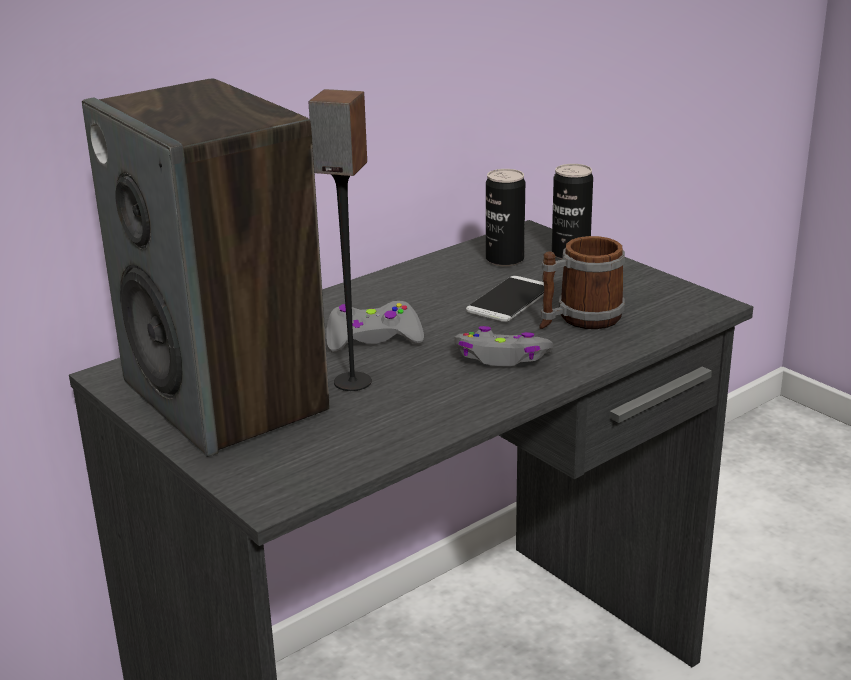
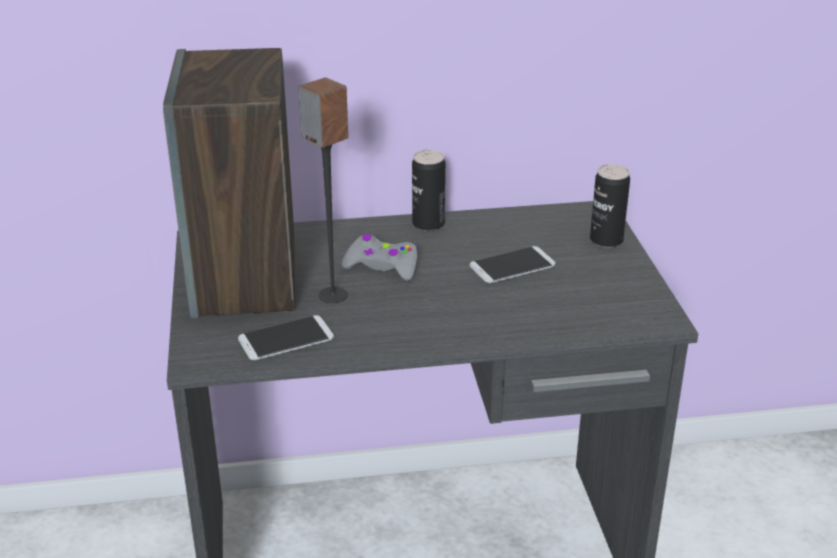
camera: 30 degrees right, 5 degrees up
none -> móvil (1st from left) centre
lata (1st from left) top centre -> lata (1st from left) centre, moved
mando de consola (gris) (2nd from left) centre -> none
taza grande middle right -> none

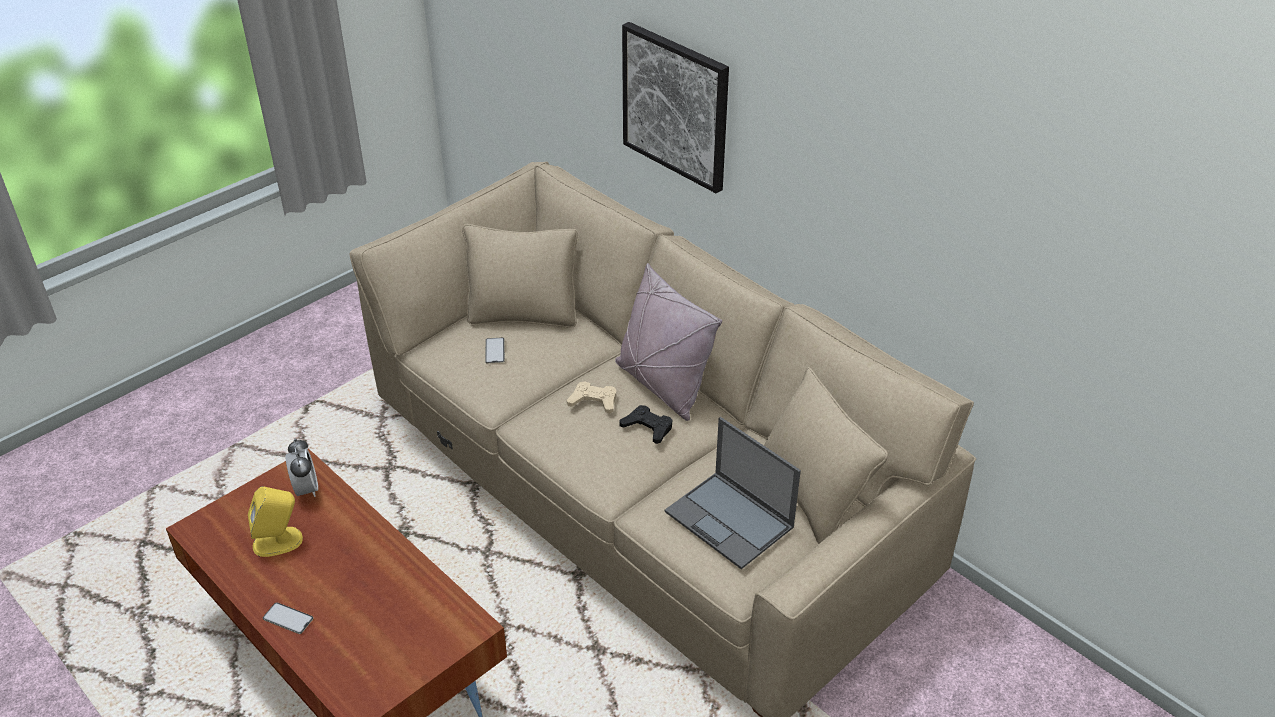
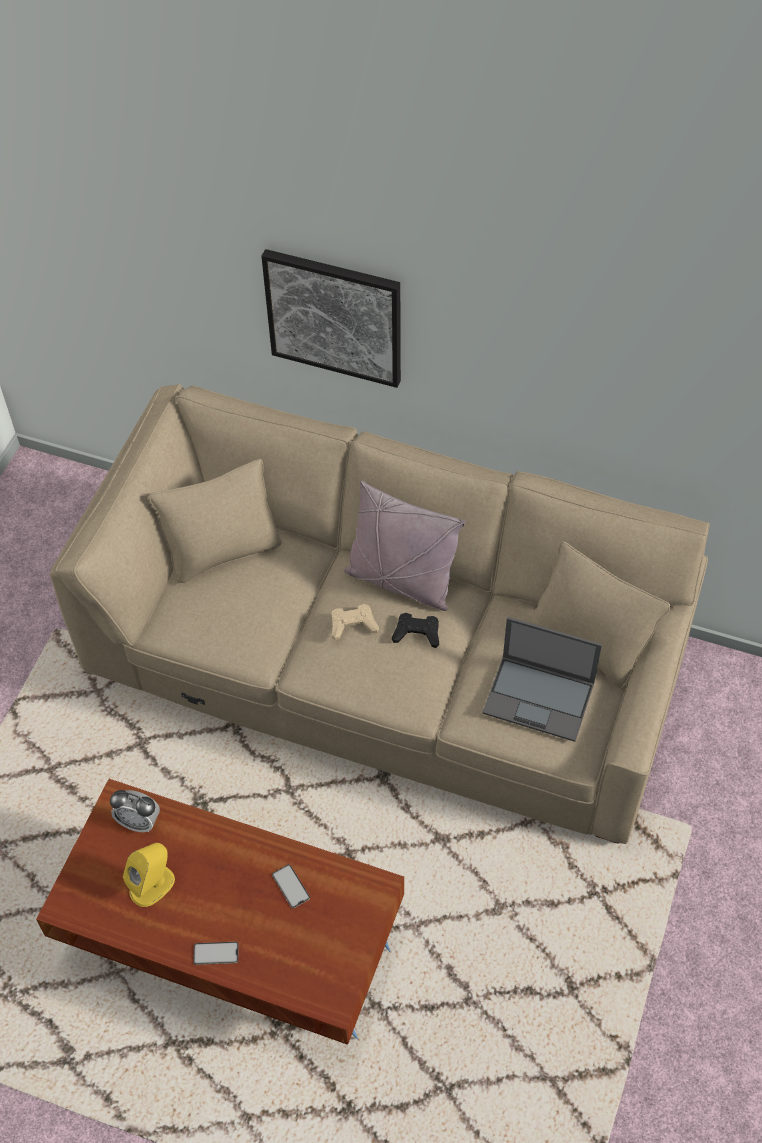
camera: 25 degrees left, 15 degrees up
despertador middle left -> despertador bottom left, 150 degrees clockwise
móvil (2nd from left) centre -> móvil (2nd from left) bottom centre, moved

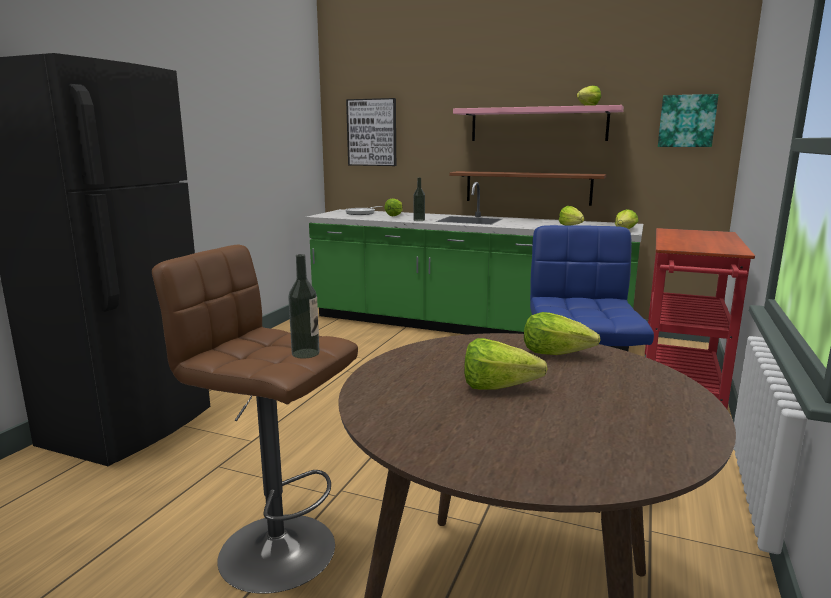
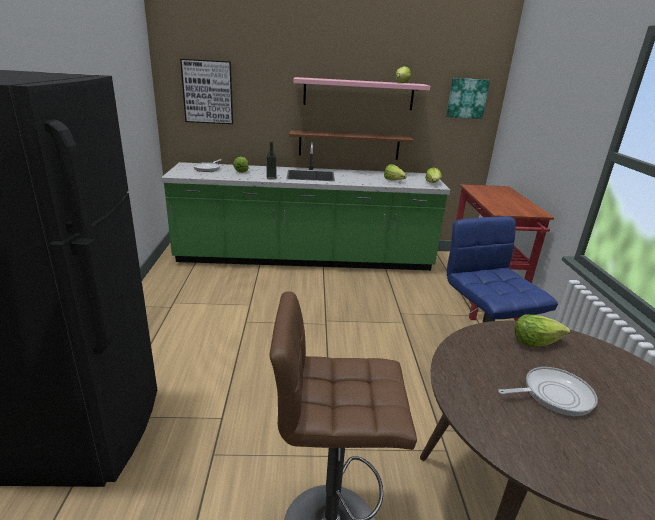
camera: 25 degrees left, 10 degrees up
lechuga (2nd from left) centre -> sartén (2nd from left) bottom right
botella (1st from left) centre -> none

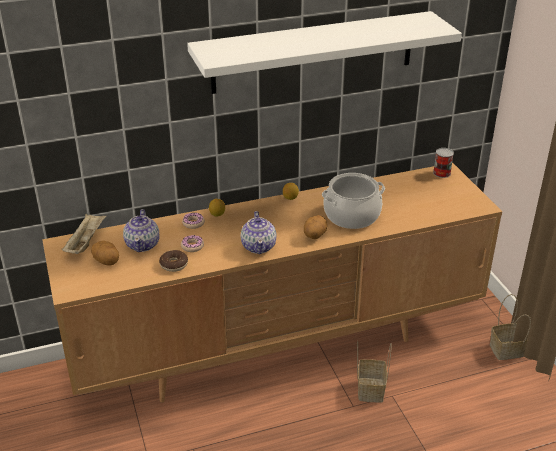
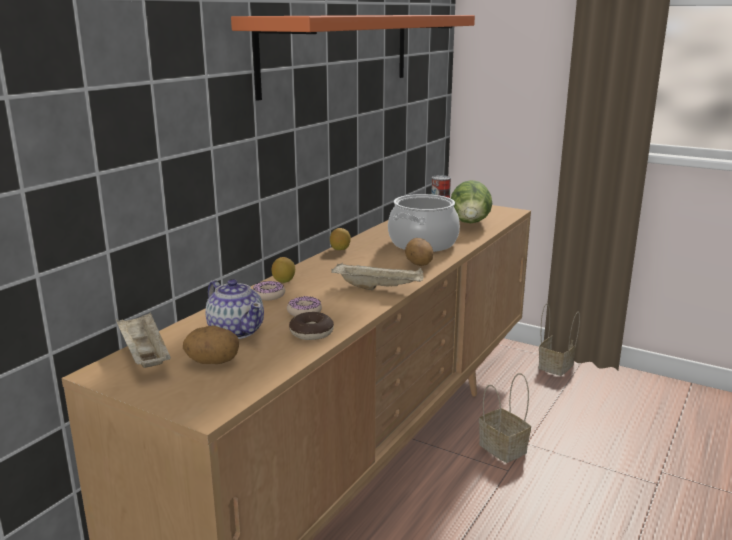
camera: 40 degrees left, 15 degrees down
estante (blanco) top centre -> estante (naranja) top centre
tetera (2nd from left) centre -> bandeja (beis) (2nd from left) centre
none -> lechuga centre

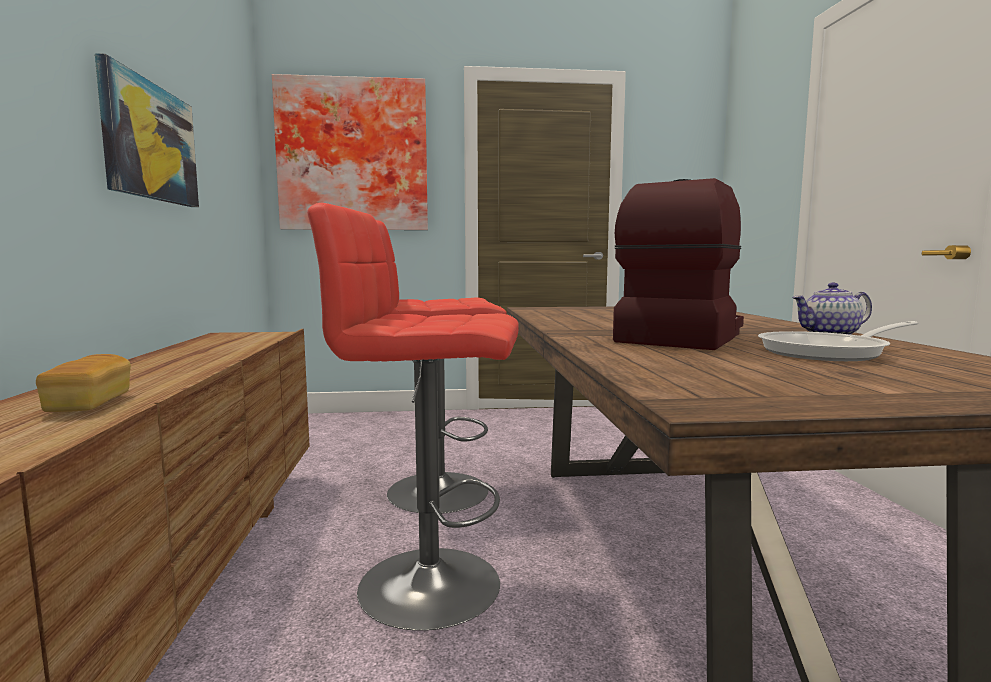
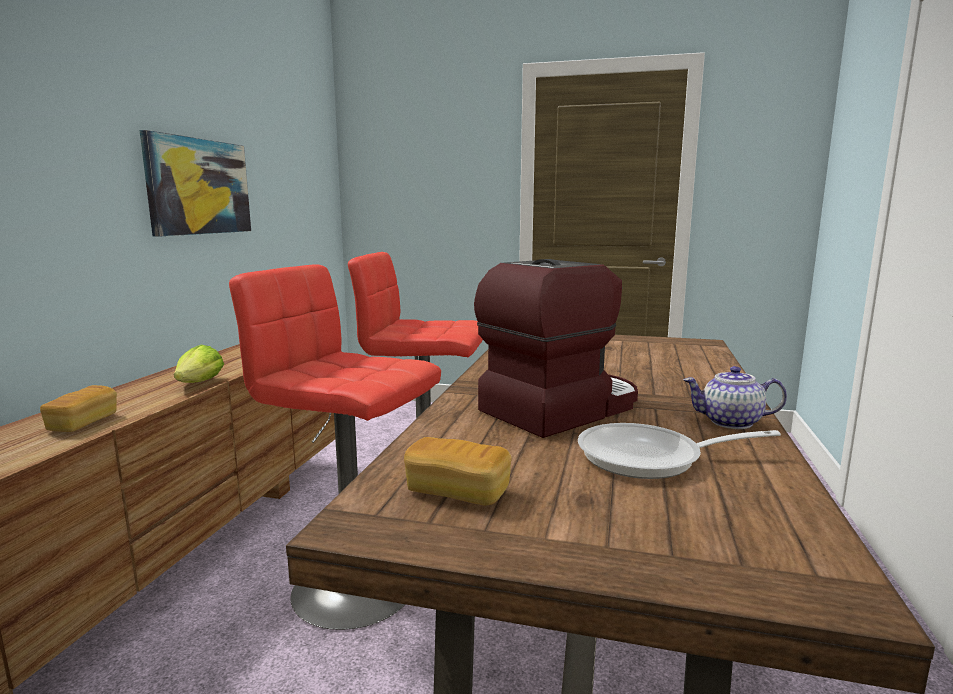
camera: 20 degrees right, 5 degrees up
none -> lechuga middle left
none -> pan (2nd from left) bottom centre
cuadro (2nd from left) top centre -> none

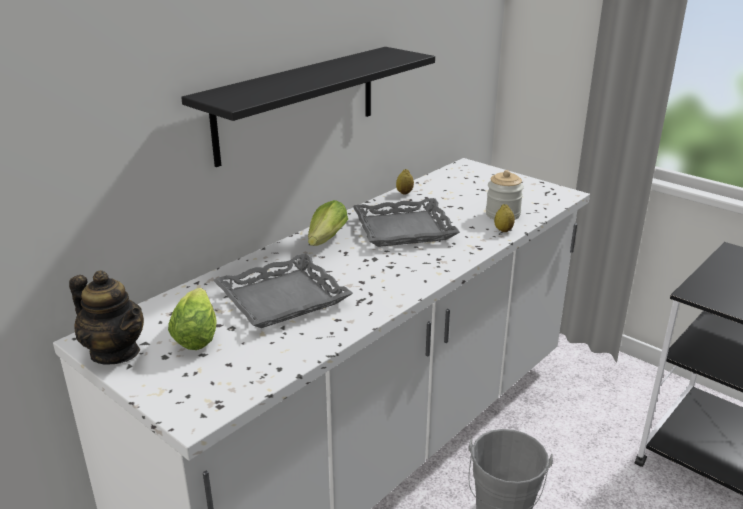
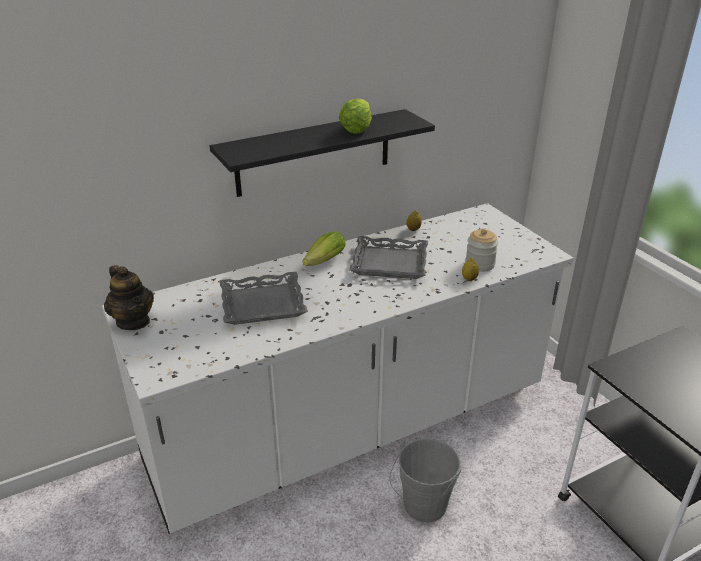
camera: 20 degrees right, 5 degrees up
lechuga (1st from left in the first image) middle left -> lechuga (2nd from left) top centre, moved

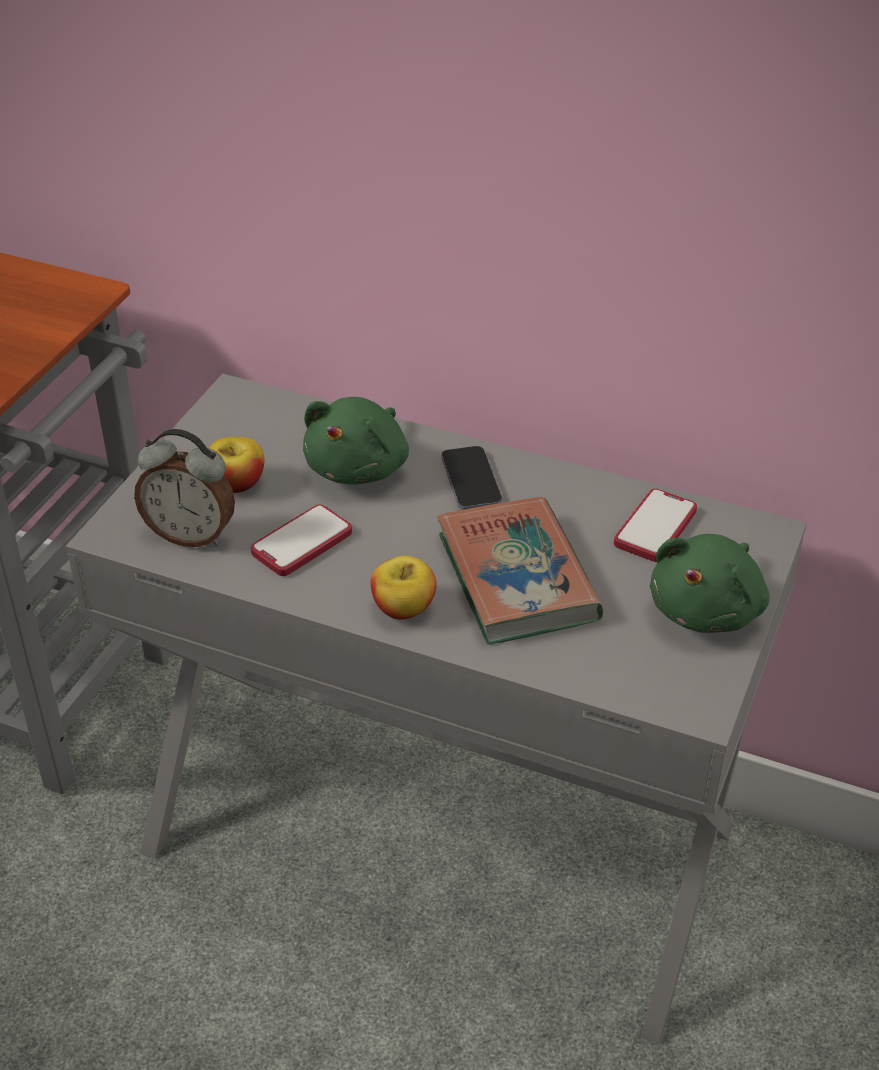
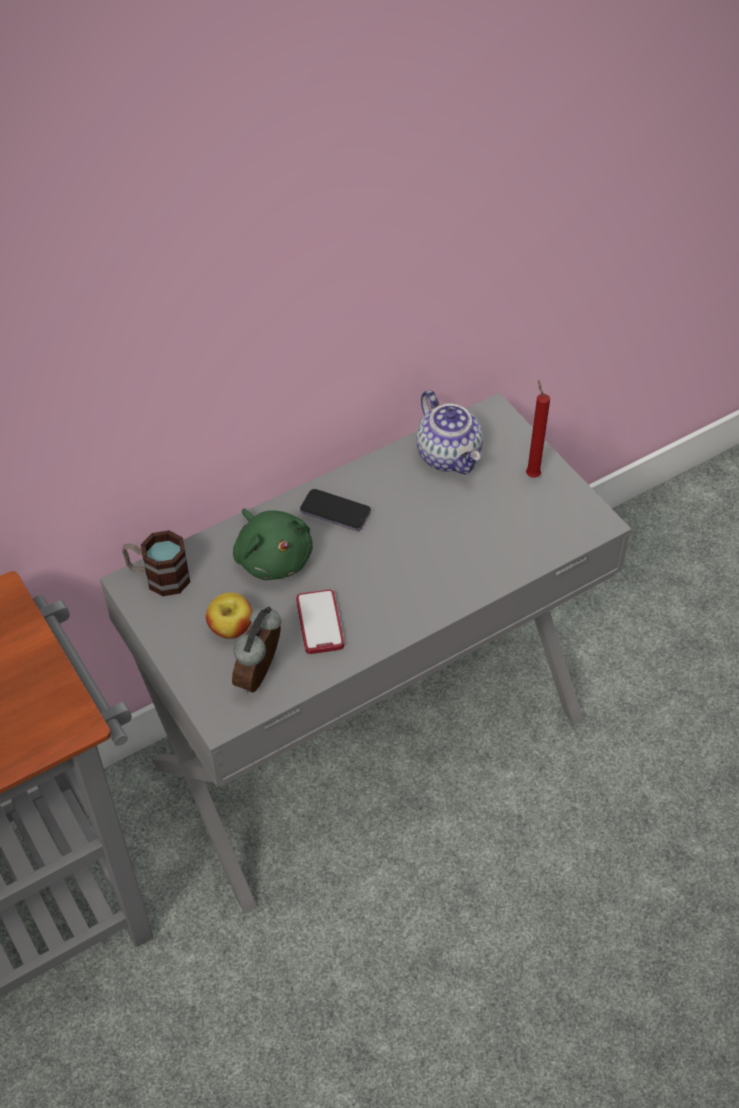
camera: 55 degrees left, 10 degrees up
none -> taza grande middle left
despertador middle left -> despertador centre, 150 degrees clockwise
móvil (3rd from left) middle right -> tetera centre
peluche (verde) (2nd from left) middle right -> vela (rojo) middle right
manzana (2nd from left) centre -> none
libro centre -> none

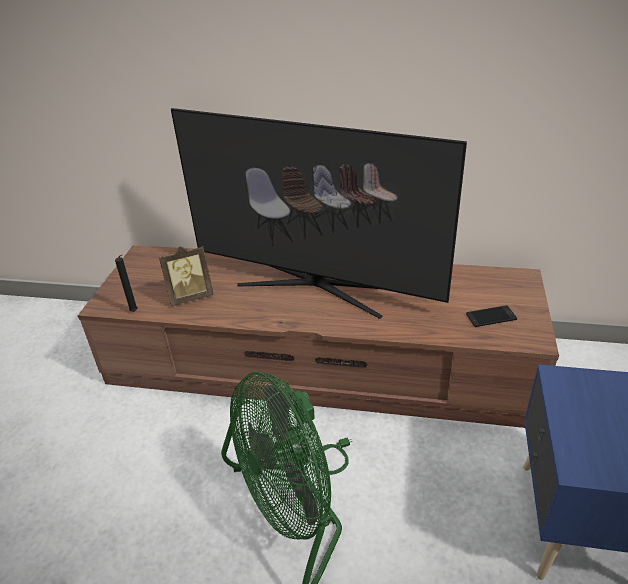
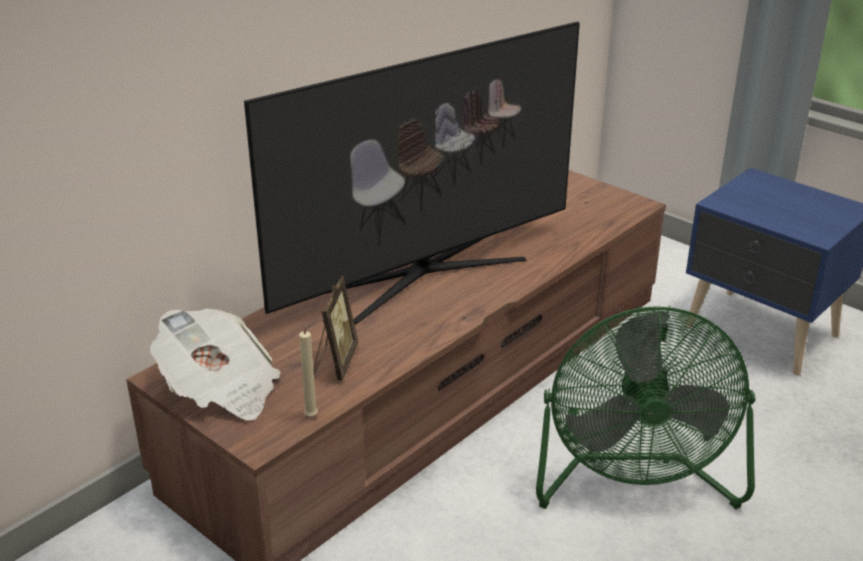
camera: 60 degrees left, 5 degrees down
none -> periódico middle left
vela (negro) middle left -> vela (beis) centre
móvil middle right -> none

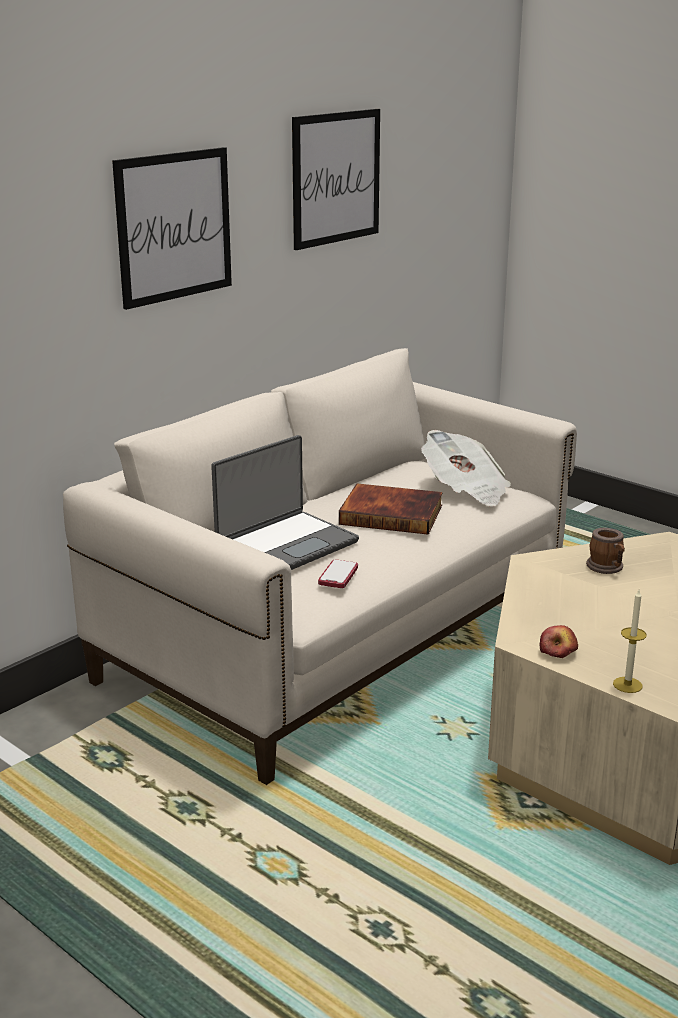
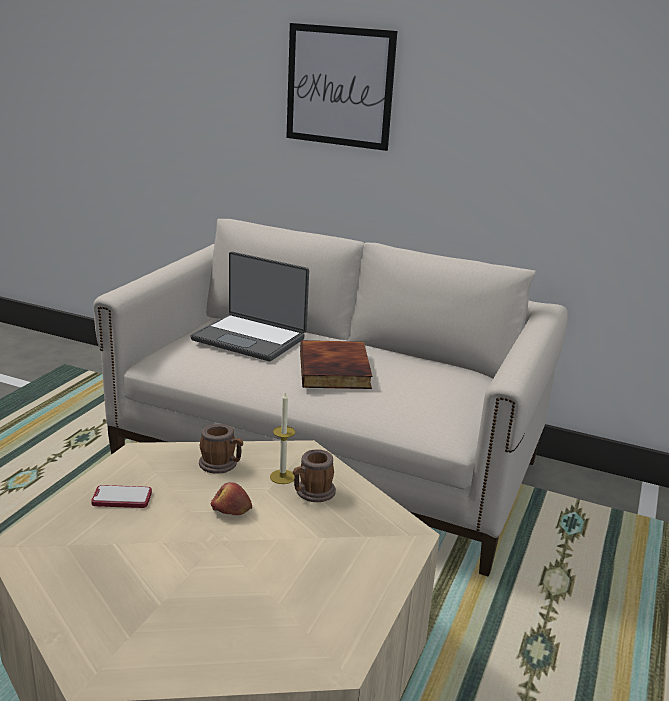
camera: 70 degrees right, 0 degrees up
móvil centre -> móvil bottom left, moved
none -> taza grande (1st from left) middle left
manzana middle right -> manzana bottom centre, moved
vela middle right -> vela centre, moved
cuadro (2nd from left) top centre -> none
periódico middle right -> none

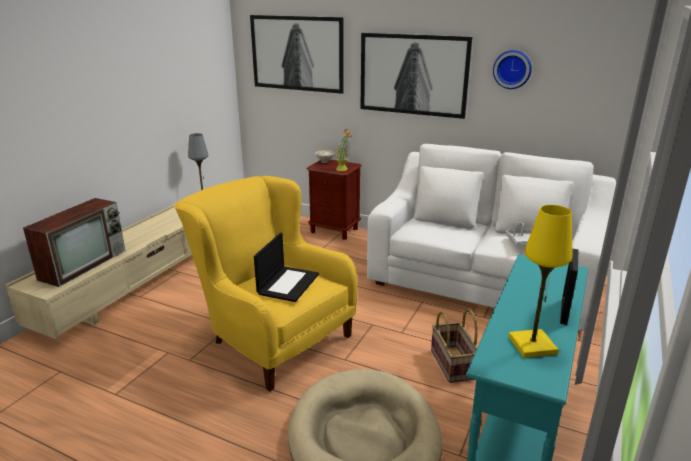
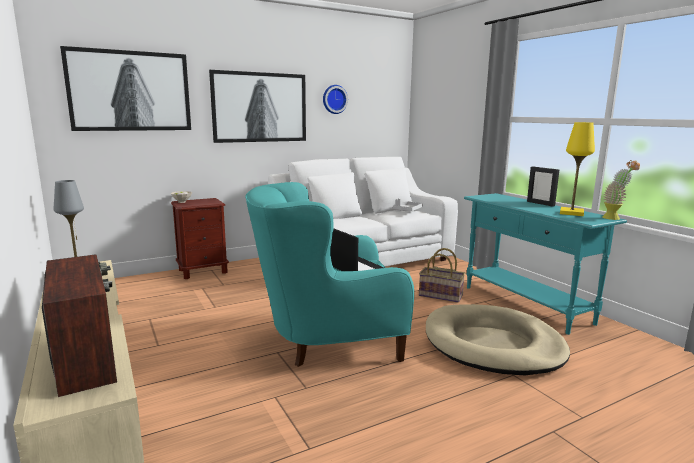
camera: 55 degrees left, 10 degrees down
sillón (amarillo) centre -> sillón (turquesa) centre
planta en maceta top centre -> planta en maceta middle right, moved

